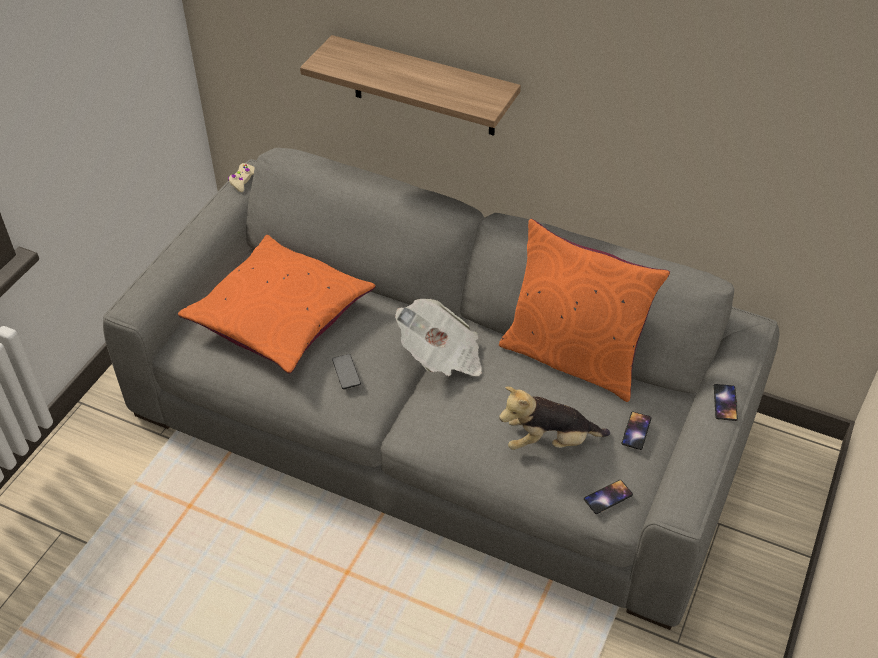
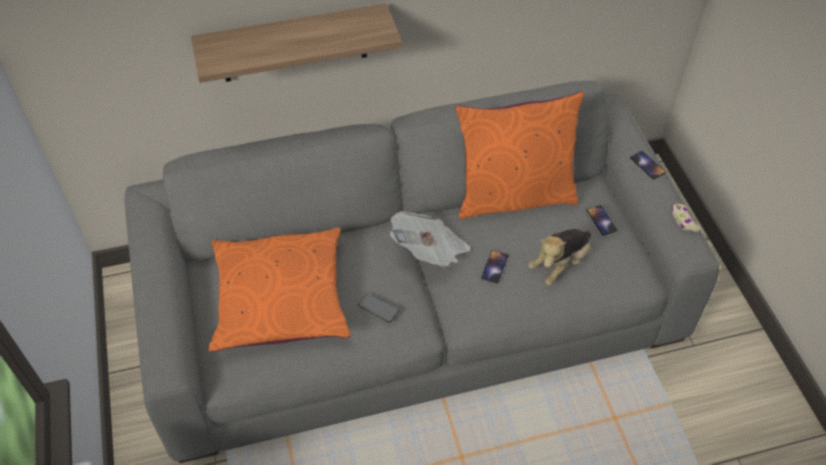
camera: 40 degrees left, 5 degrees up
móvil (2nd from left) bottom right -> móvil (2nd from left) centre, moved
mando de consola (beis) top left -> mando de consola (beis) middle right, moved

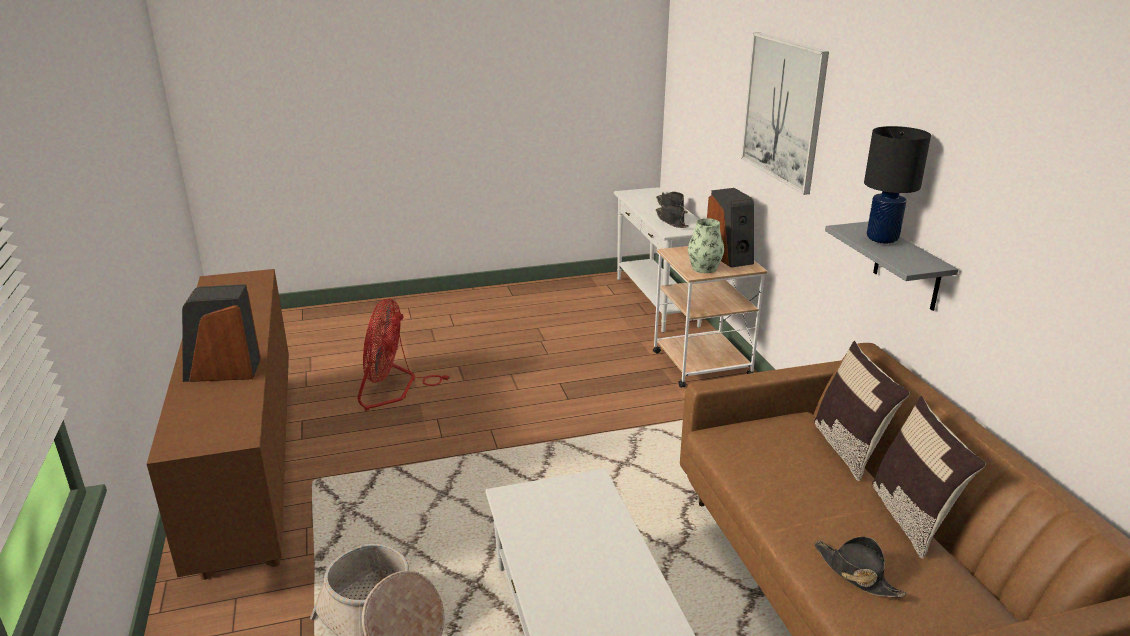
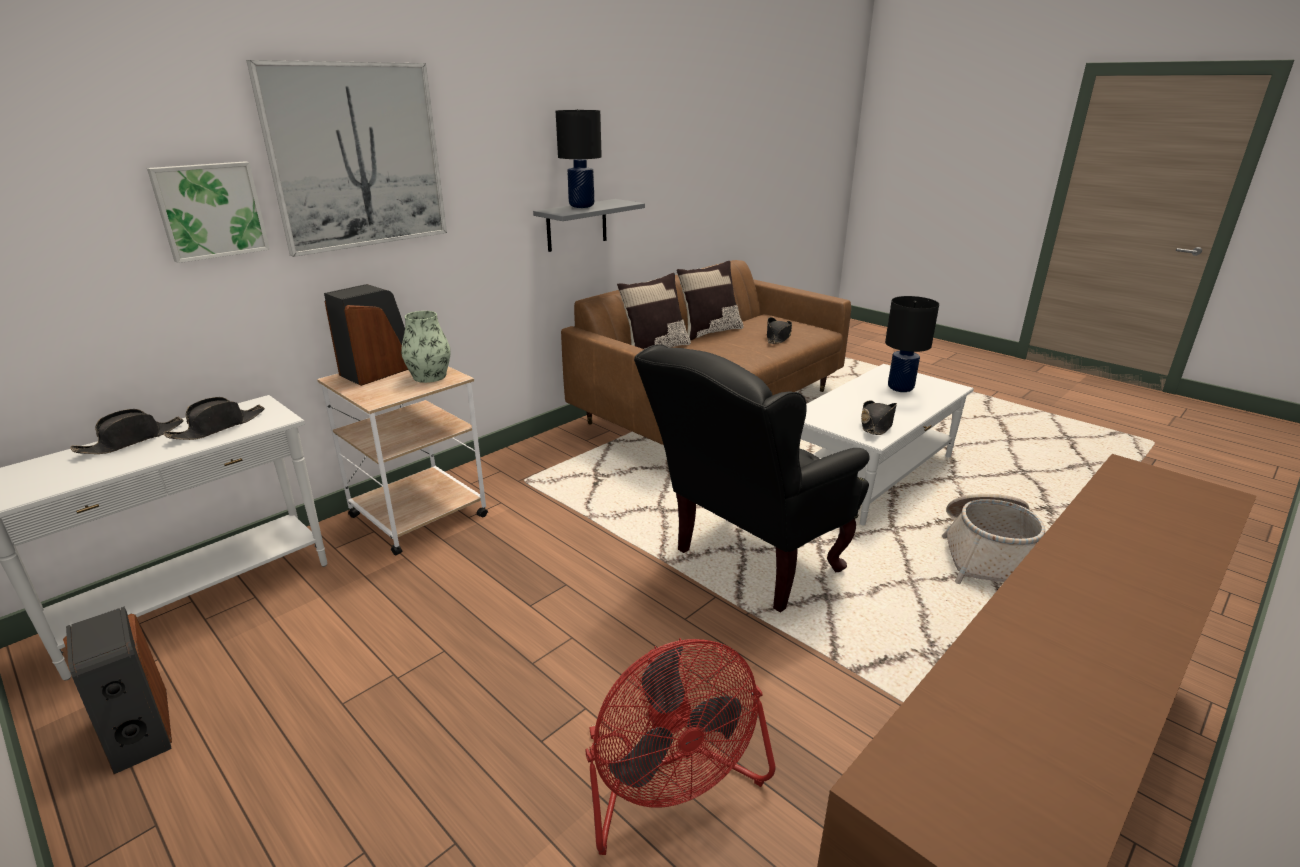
camera: 120 degrees left, 0 degrees up
altavoz (1st from left) middle left -> altavoz (1st from left) bottom left, moved
none -> cuadro (1st from left) top left
none -> sillón (negro) centre
none -> sombrero (negro) (4th from left) middle right
none -> lámpara de mesa (negro) (2nd from left) middle right

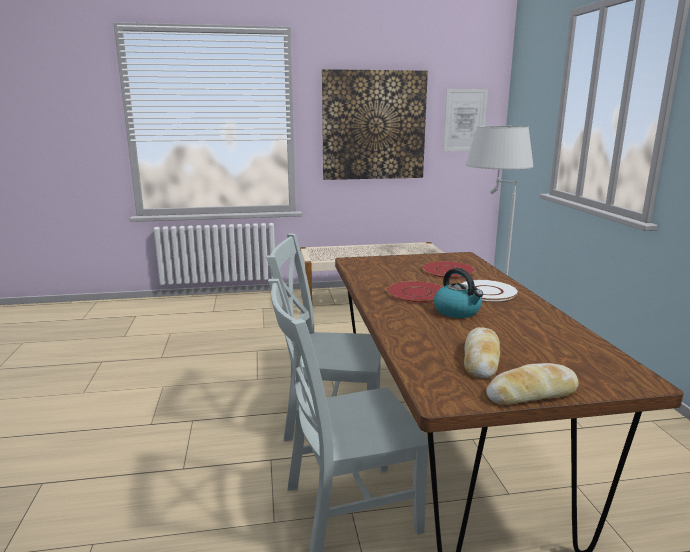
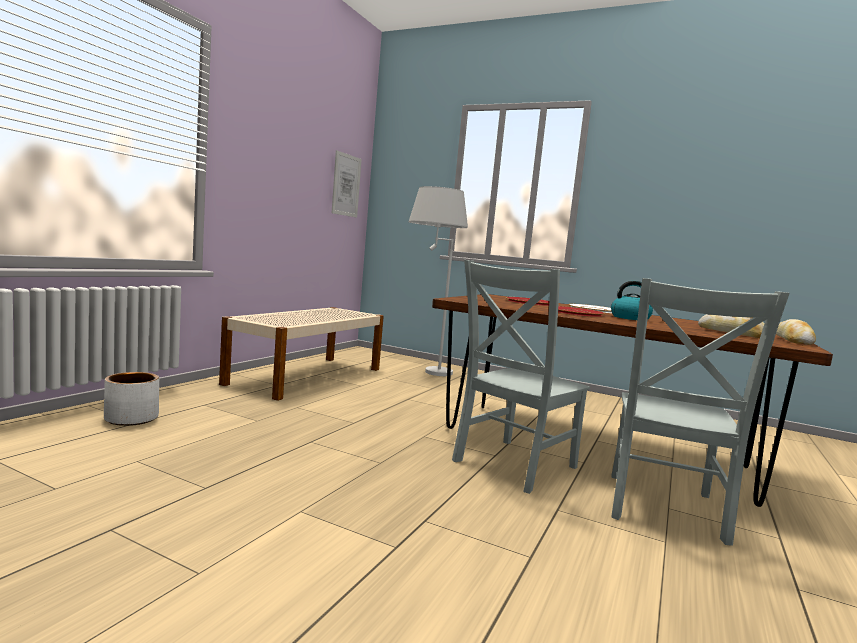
camera: 55 degrees left, 10 degrees down
none -> maceta (blanco) middle left
cuadro (1st from left) top centre -> none

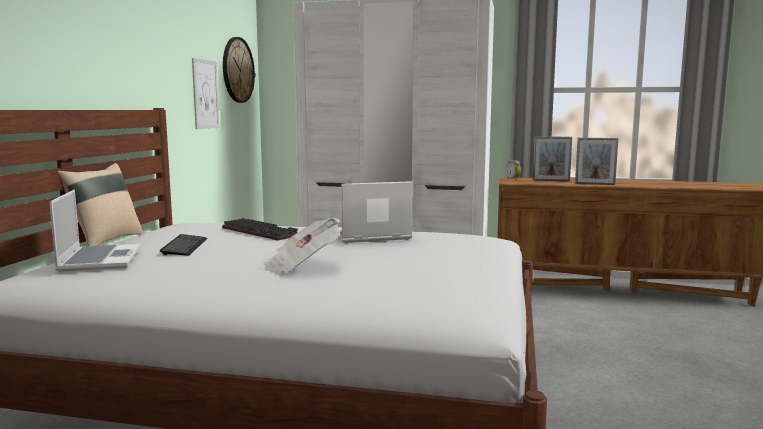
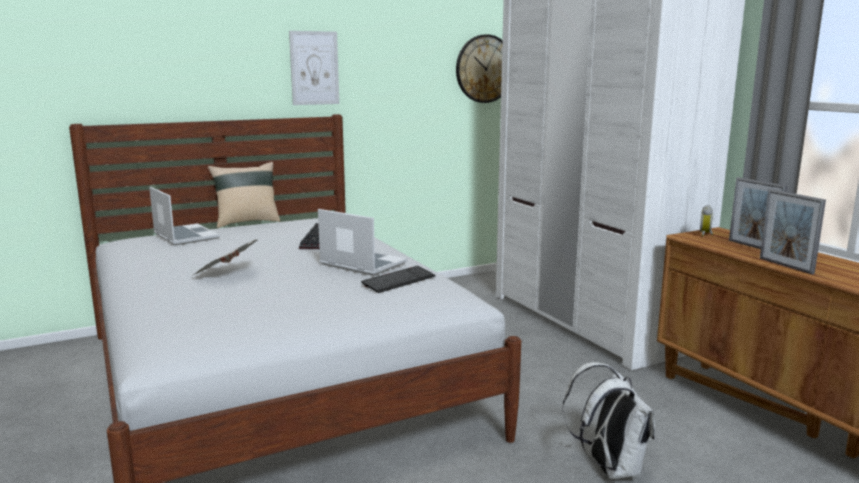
camera: 50 degrees right, 5 degrees up
portátil (1st from left) middle left, 75 degrees counterclockwise
cuadro top left -> cuadro top centre, moved
teclado (1st from left in the first image) middle left -> teclado (2nd from left) centre, moved
none -> mochila (blanco) bottom right

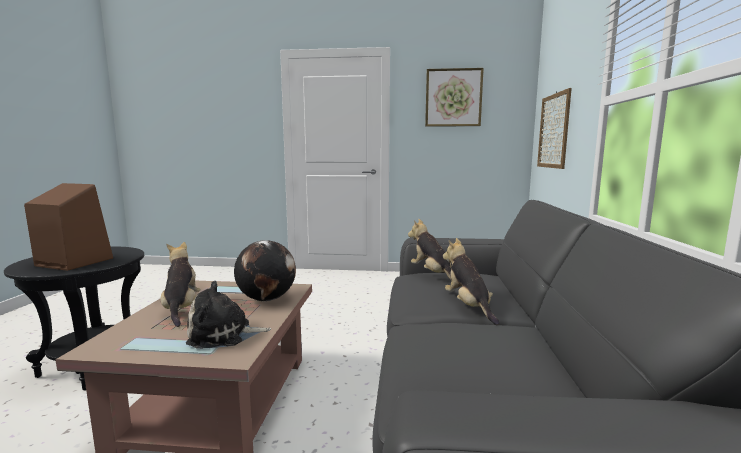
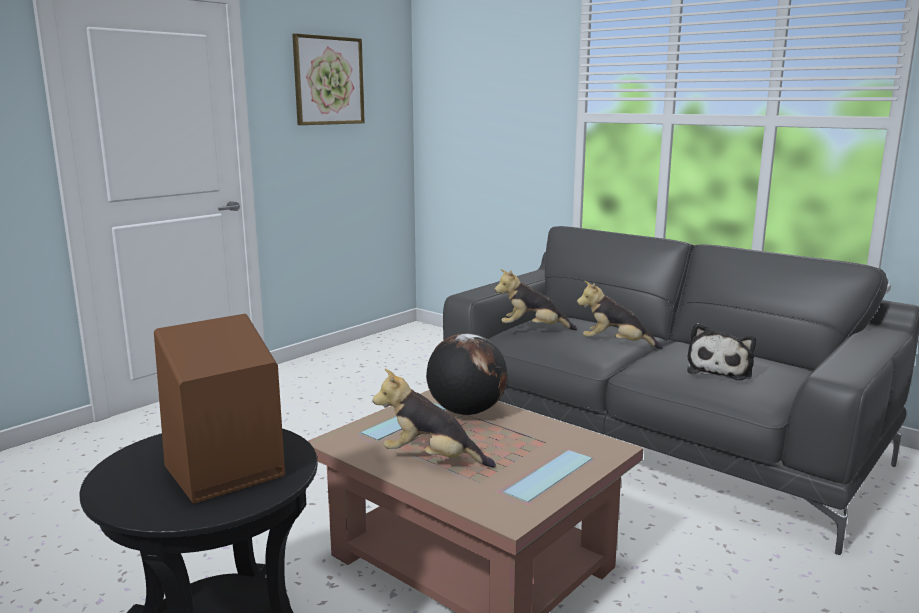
camera: 55 degrees left, 5 degrees up
peluche (2nd from left in the first image) bottom left -> peluche (4th from left) middle right, moved
cuadro (2nd from left) top right -> none

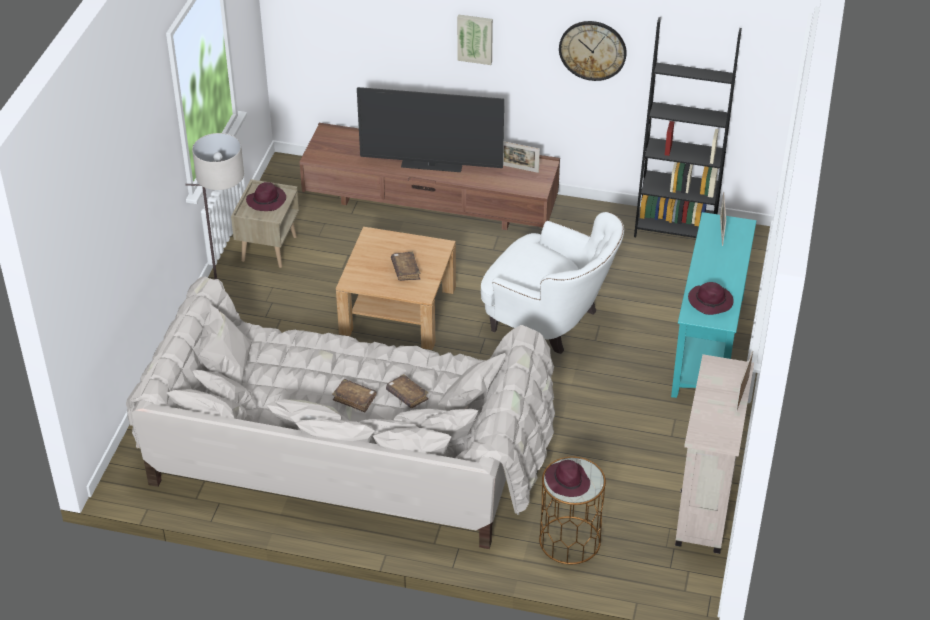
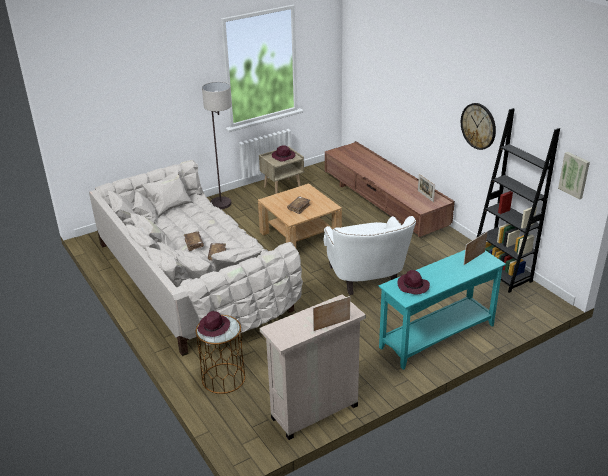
camera: 45 degrees right, 10 degrees down
cuadro top centre -> cuadro middle right, moved
televisor top centre -> none

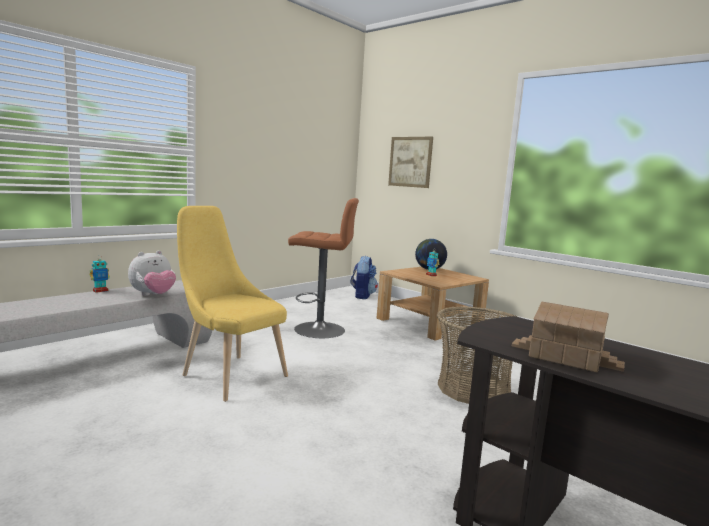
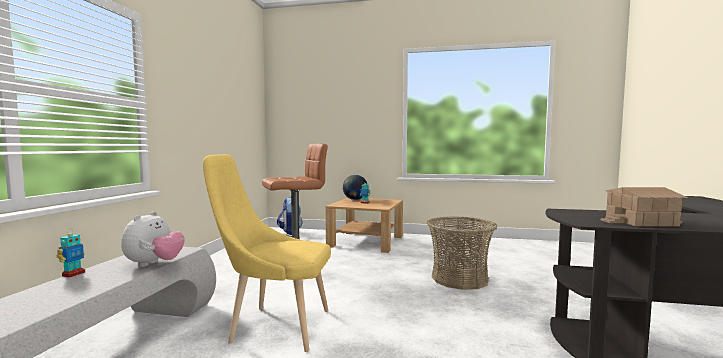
camera: 30 degrees left, 5 degrees down
cuadro top centre -> none

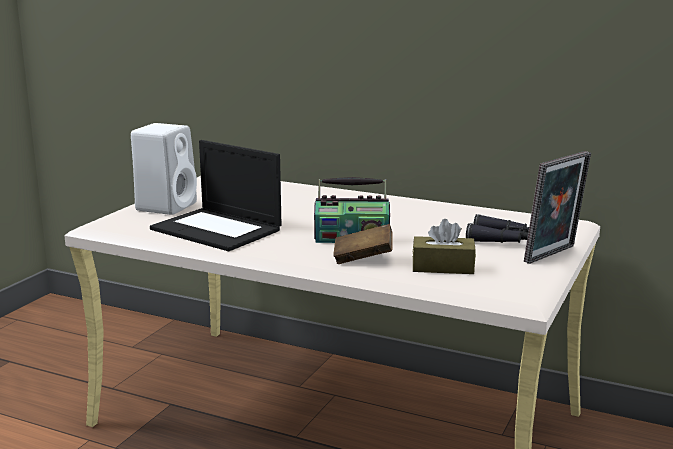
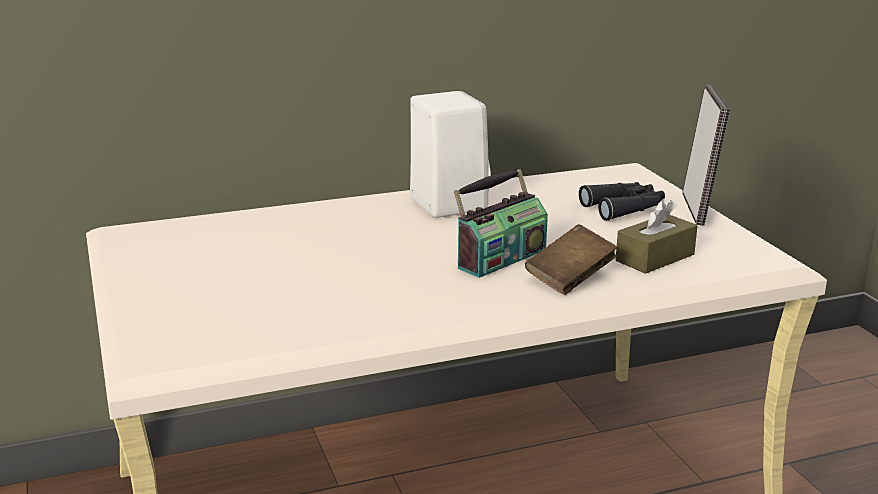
camera: 45 degrees left, 5 degrees up
altavoz (blanco) middle left -> altavoz (blanco) top centre, moved
portátil middle left -> none

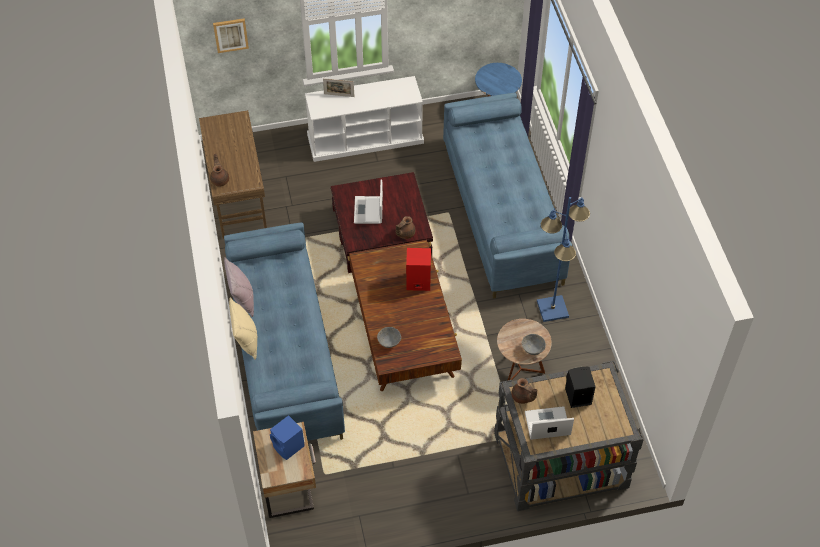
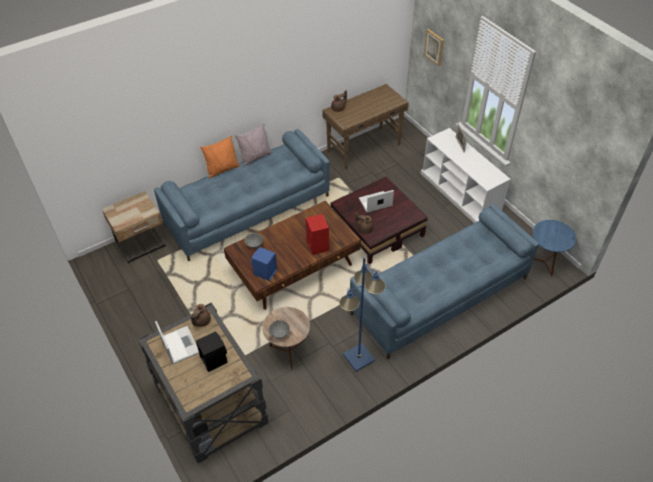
camera: 70 degrees right, 5 degrees down
cojín (beis) middle left -> cojín (naranja) top centre
altavoz (azul) bottom centre -> altavoz (azul) centre, moved

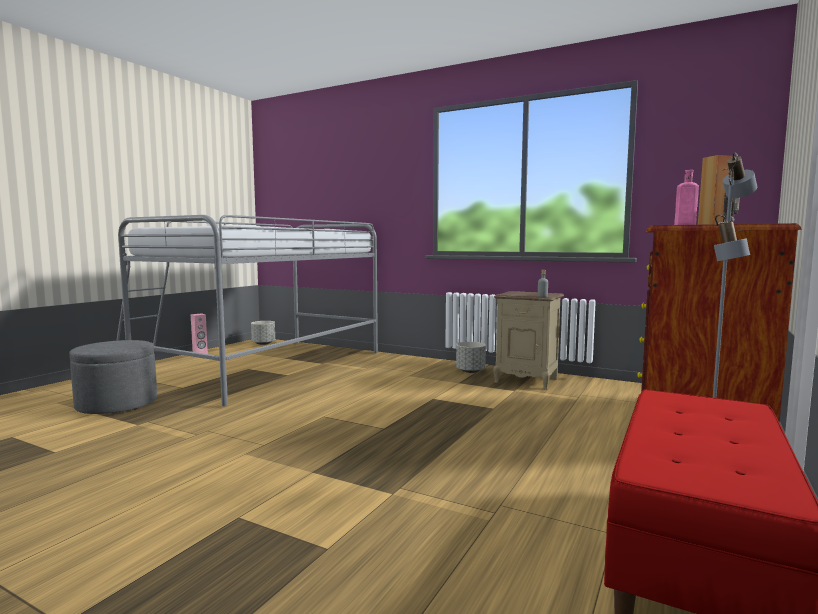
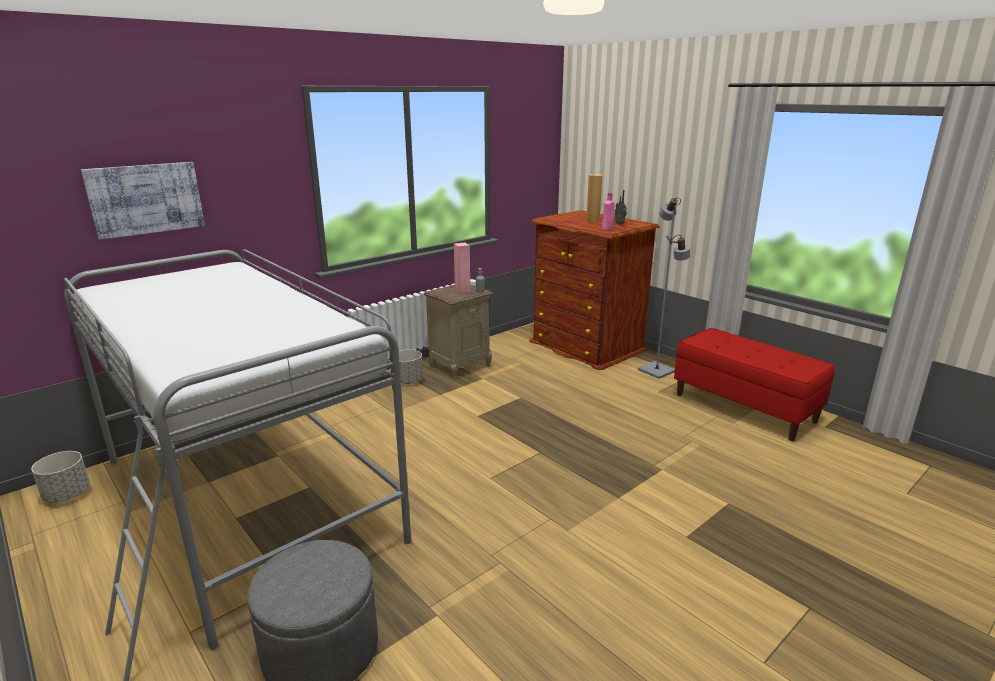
camera: 70 degrees left, 15 degrees up
none -> cuadro top left
altavoz (rosa) middle left -> altavoz (rosa) centre, moved

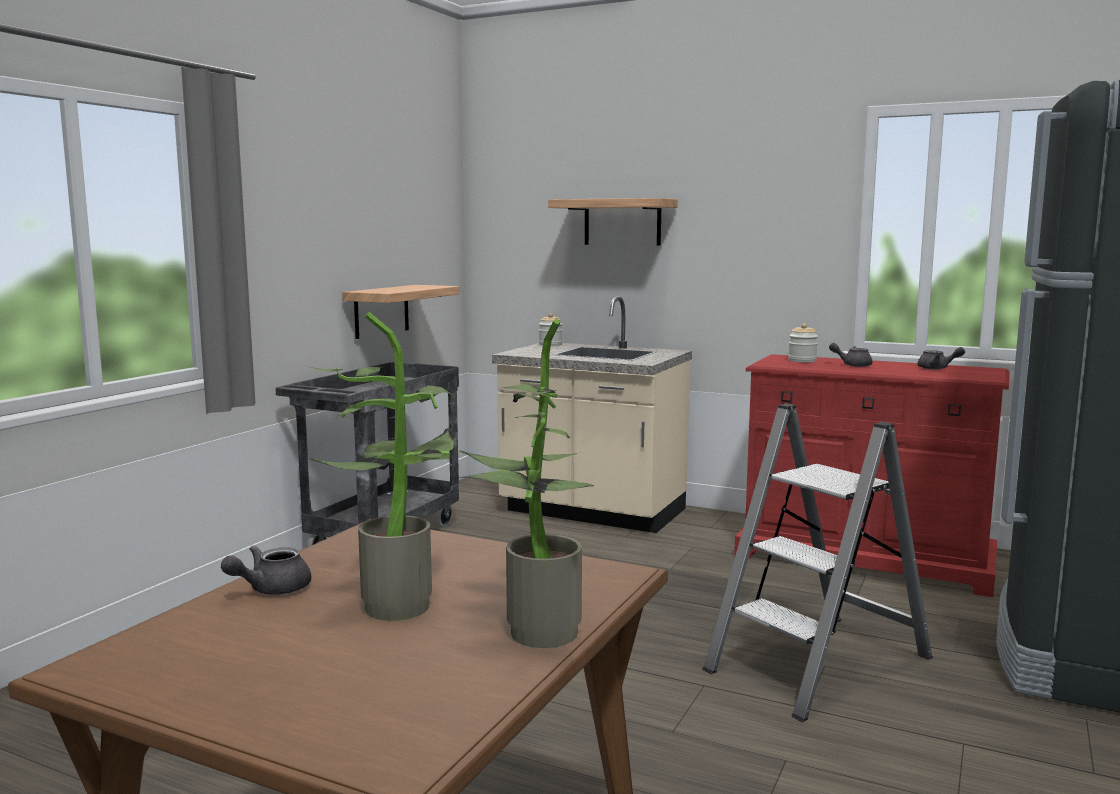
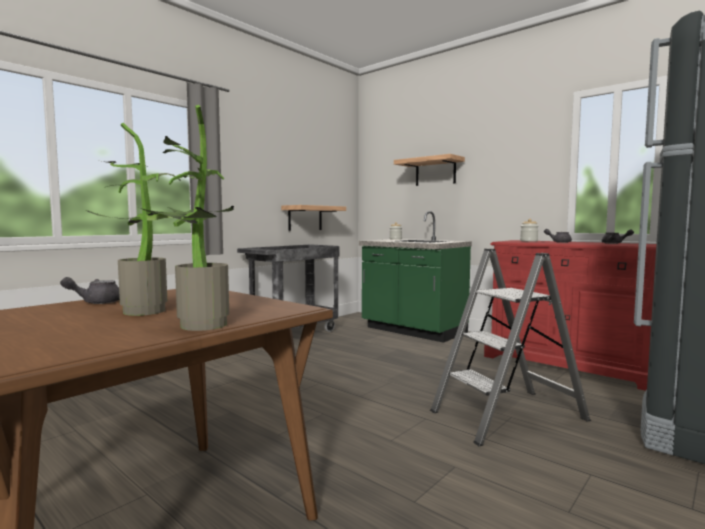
camera: 15 degrees right, 5 degrees down
mueble bajo de cocina (beis) centre -> mueble bajo de cocina (verde) centre

